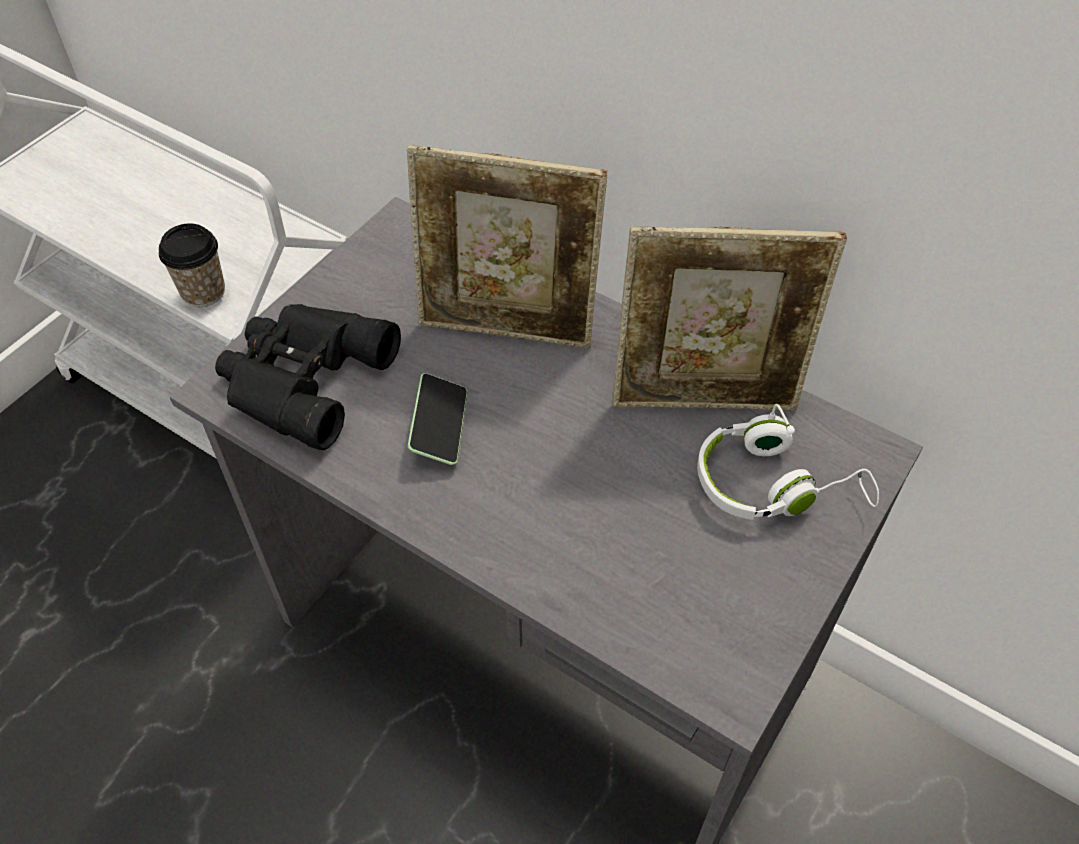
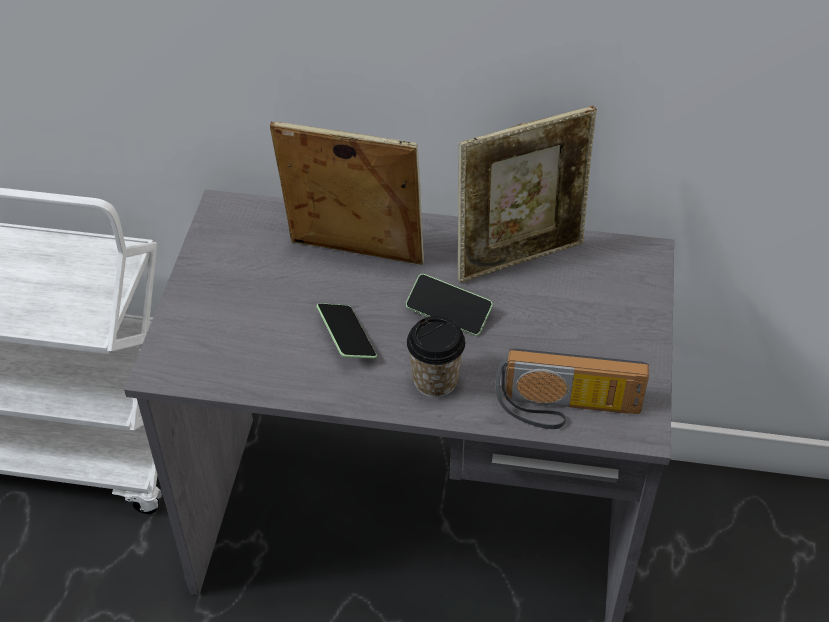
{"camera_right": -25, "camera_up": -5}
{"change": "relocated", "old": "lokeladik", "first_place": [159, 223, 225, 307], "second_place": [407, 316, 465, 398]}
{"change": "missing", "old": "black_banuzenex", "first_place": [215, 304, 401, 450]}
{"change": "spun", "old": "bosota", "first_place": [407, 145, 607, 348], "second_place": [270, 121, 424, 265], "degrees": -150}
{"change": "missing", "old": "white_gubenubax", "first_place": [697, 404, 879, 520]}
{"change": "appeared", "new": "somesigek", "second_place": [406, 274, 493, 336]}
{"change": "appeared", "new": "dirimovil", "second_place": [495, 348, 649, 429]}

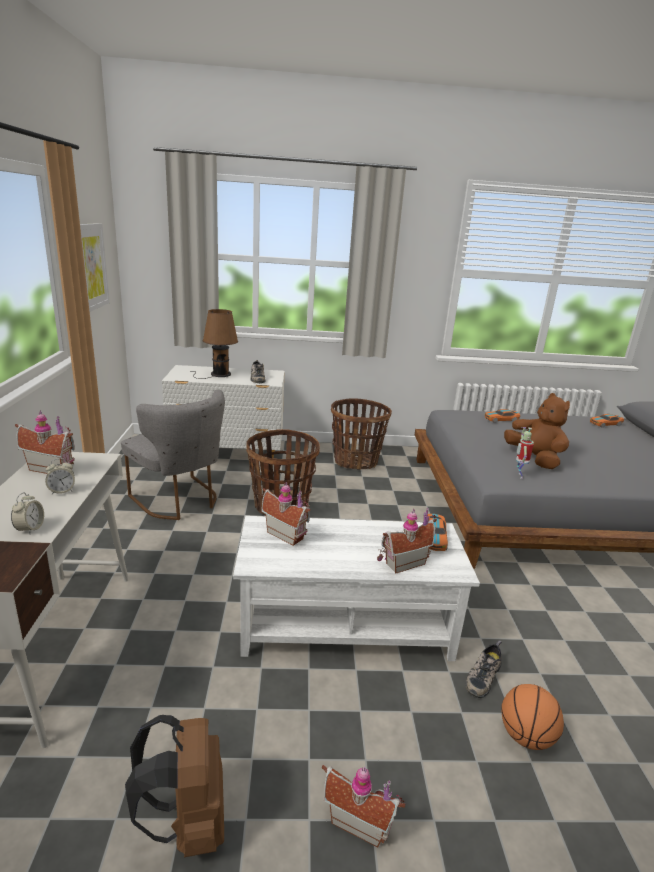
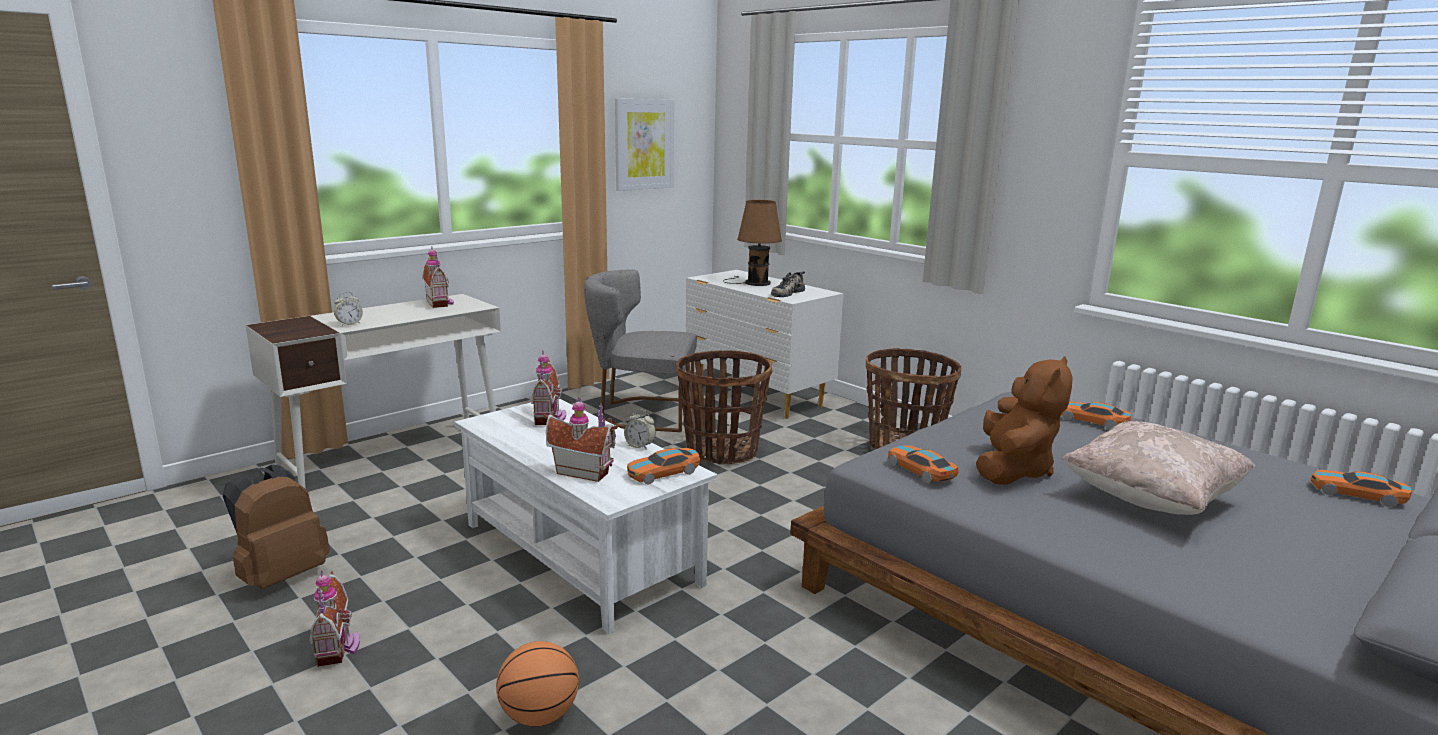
{"camera_right": 50, "camera_up": -5}
{"change": "relocated", "old": "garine", "first_place": [45, 458, 75, 494], "second_place": [624, 409, 656, 450]}
{"change": "spun", "old": "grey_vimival", "first_place": [121, 390, 225, 520], "second_place": [584, 269, 697, 432], "degrees": 90}
{"change": "missing", "old": "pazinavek", "first_place": [465, 640, 502, 698]}
{"change": "exchanged", "old": "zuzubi", "new": "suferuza", "first_place": [516, 427, 534, 479], "second_place": [888, 446, 959, 483]}
{"change": "appeared", "new": "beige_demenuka", "second_place": [1061, 421, 1256, 515]}

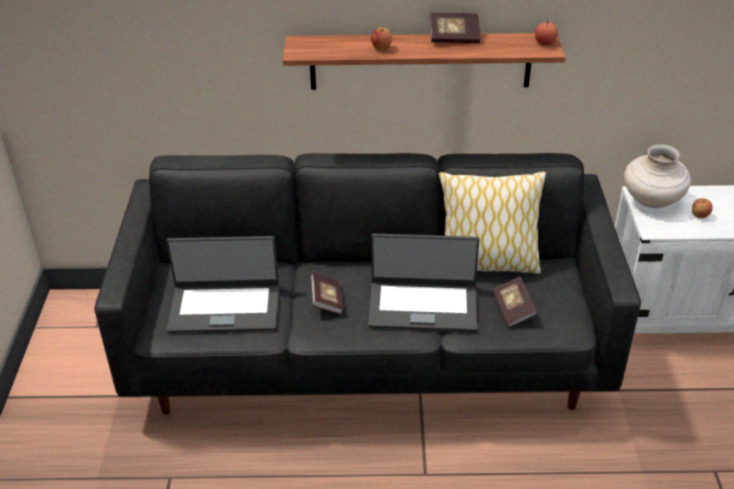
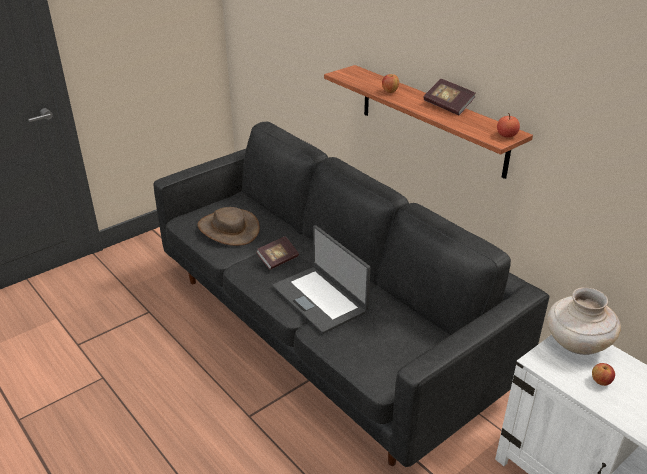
{"camera_right": 50, "camera_up": -5}
{"change": "exchanged", "old": "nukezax", "new": "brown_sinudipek", "first_place": [166, 236, 279, 333], "second_place": [197, 207, 260, 246]}
{"change": "missing", "old": "demenuka", "first_place": [439, 172, 546, 274]}
{"change": "missing", "old": "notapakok", "first_place": [493, 276, 537, 328]}

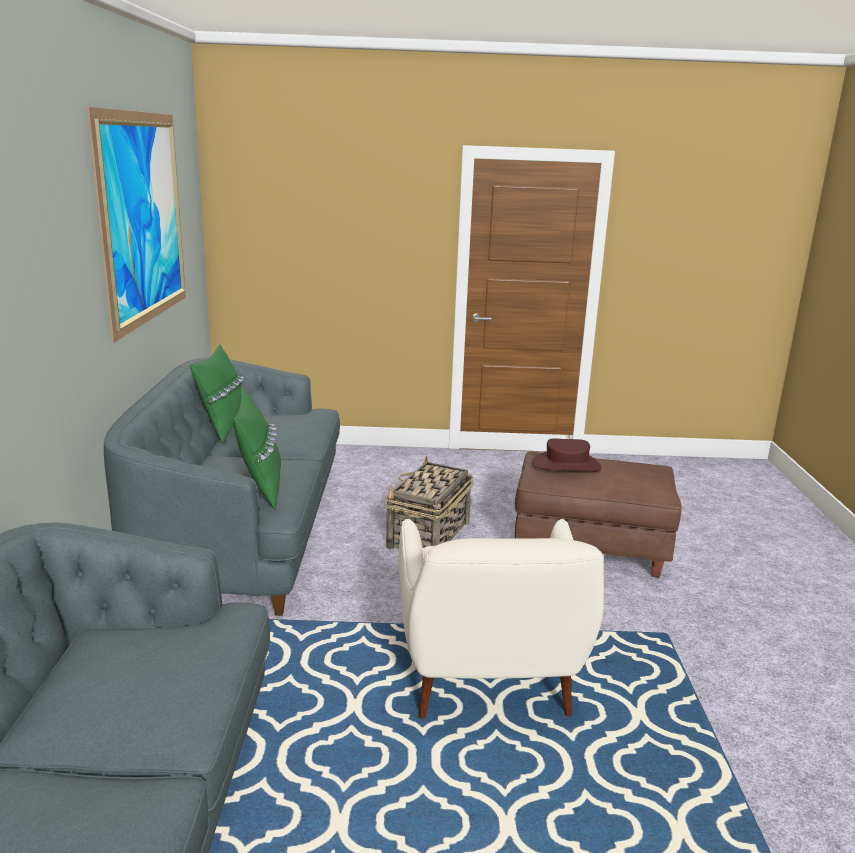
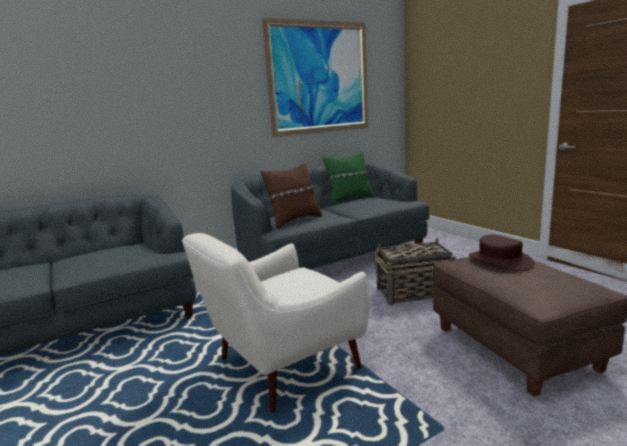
{"camera_right": 60, "camera_up": -5}
{"change": "colour", "old": "green_demenuka", "new": "brown_demenuka", "first_place": [234, 388, 281, 509], "second_place": [261, 163, 322, 229]}

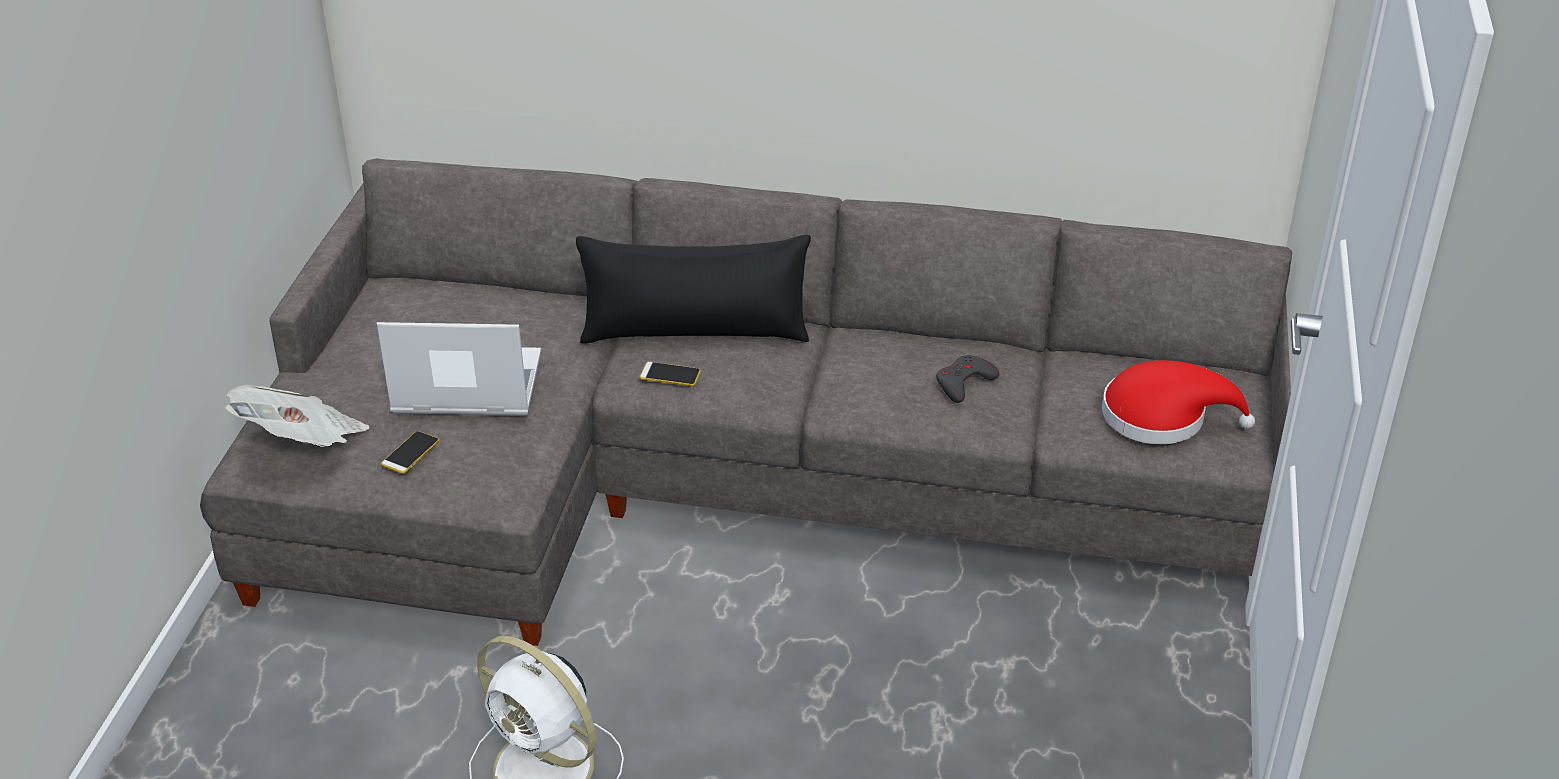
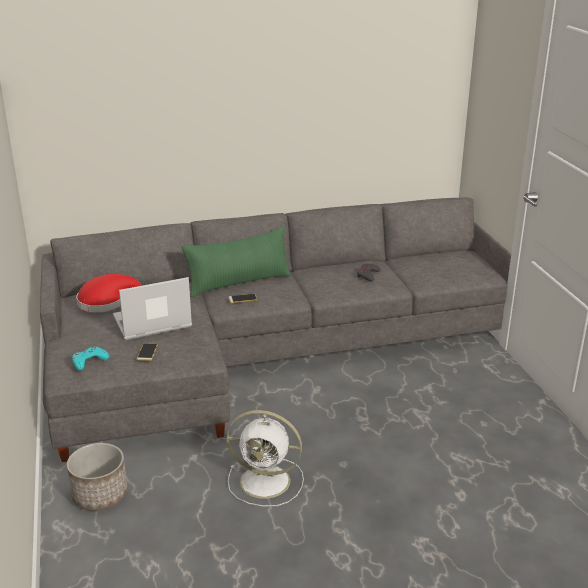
{"camera_right": -25, "camera_up": -10}
{"change": "exchanged", "old": "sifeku", "new": "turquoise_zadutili", "first_place": [224, 384, 369, 447], "second_place": [72, 347, 109, 370]}
{"change": "colour", "old": "black_demenuka", "new": "green_demenuka", "first_place": [576, 235, 811, 344], "second_place": [182, 226, 291, 297]}
{"change": "relocated", "old": "red_sinudipek", "first_place": [1102, 360, 1255, 444], "second_place": [76, 274, 142, 313]}
{"change": "appeared", "new": "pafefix", "second_place": [67, 443, 128, 511]}

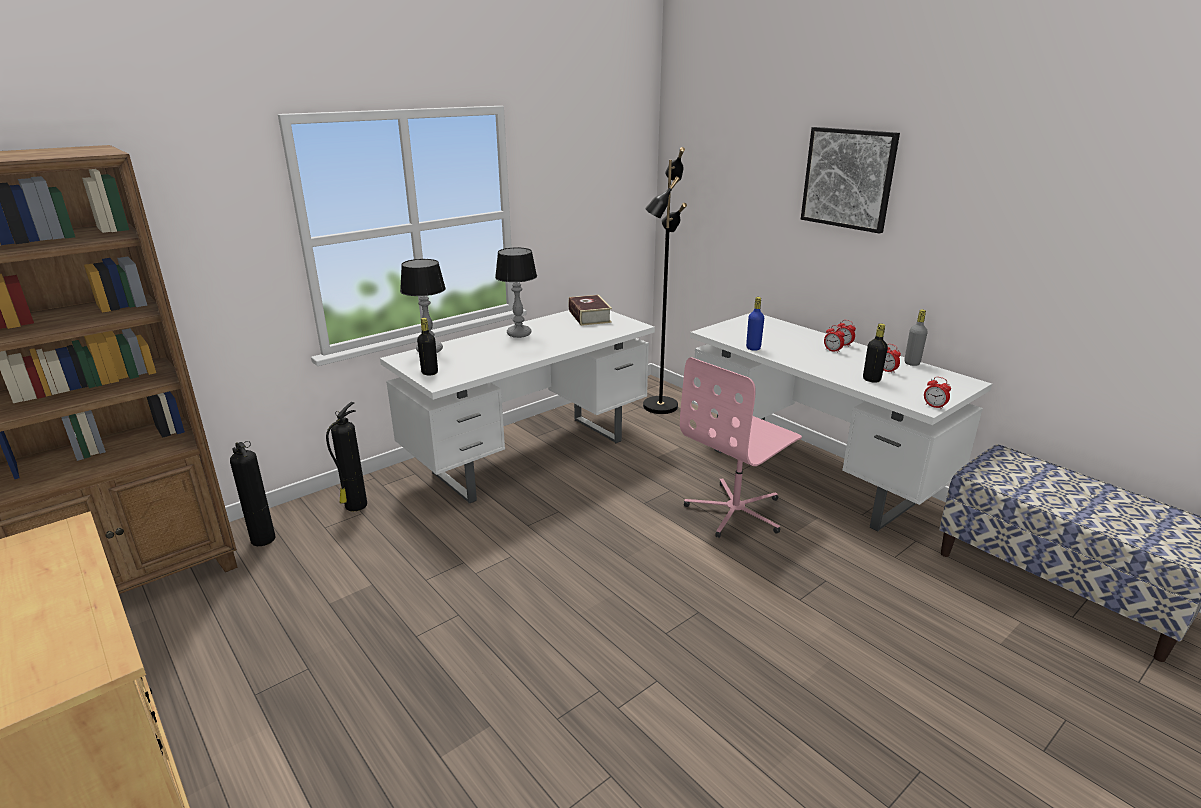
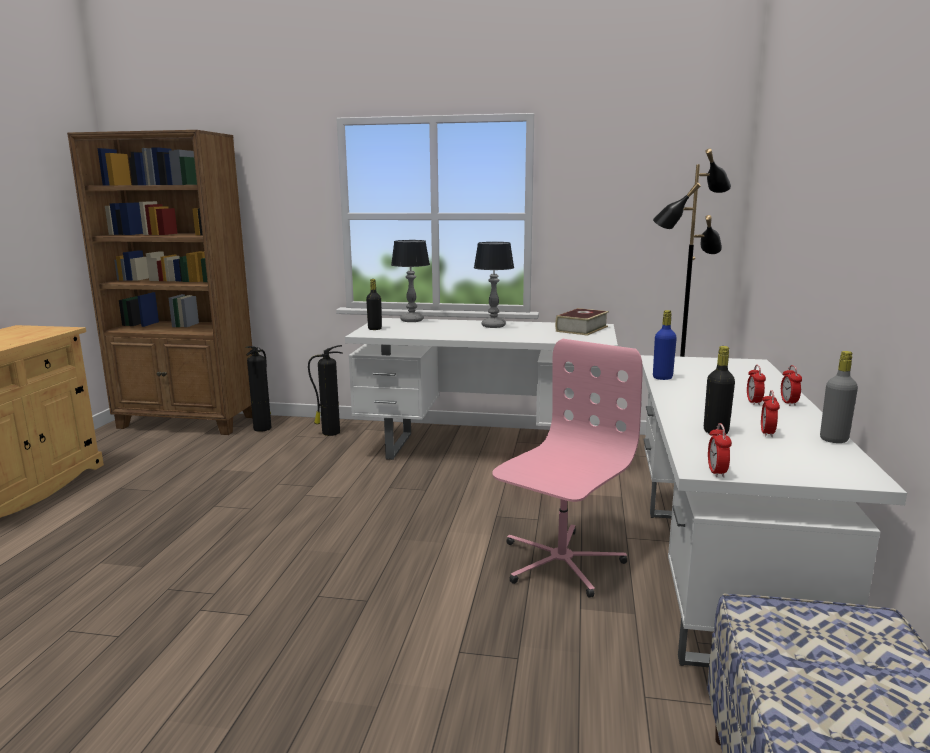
{"camera_right": 50, "camera_up": -10}
{"change": "spun", "old": "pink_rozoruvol", "first_place": [680, 357, 802, 538], "second_place": [492, 339, 643, 598], "degrees": 120}
{"change": "missing", "old": "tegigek", "first_place": [801, 127, 900, 234]}

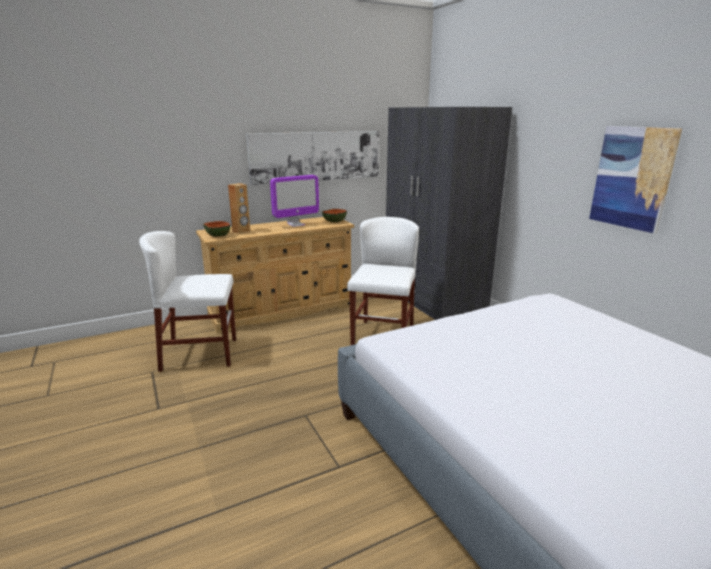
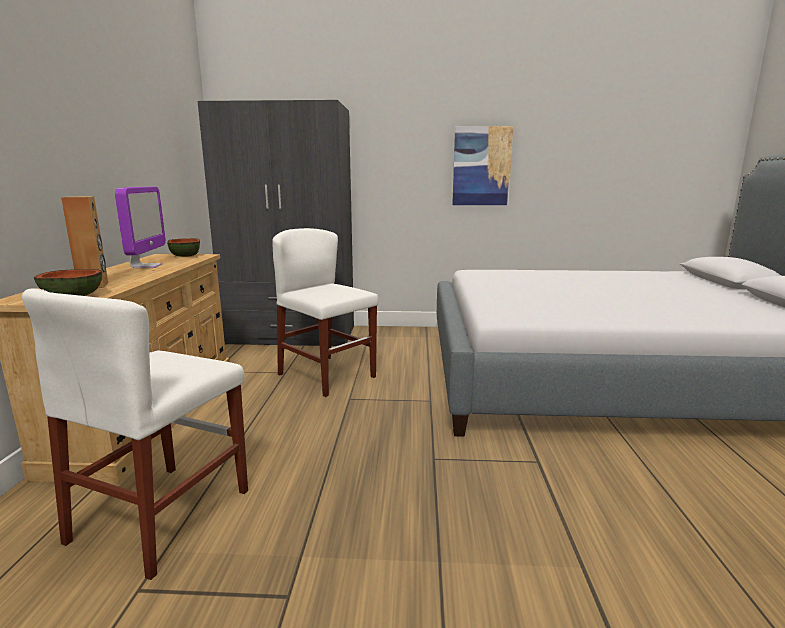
{"camera_right": -60, "camera_up": -5}
{"change": "missing", "old": "tegigek", "first_place": [246, 131, 380, 185]}

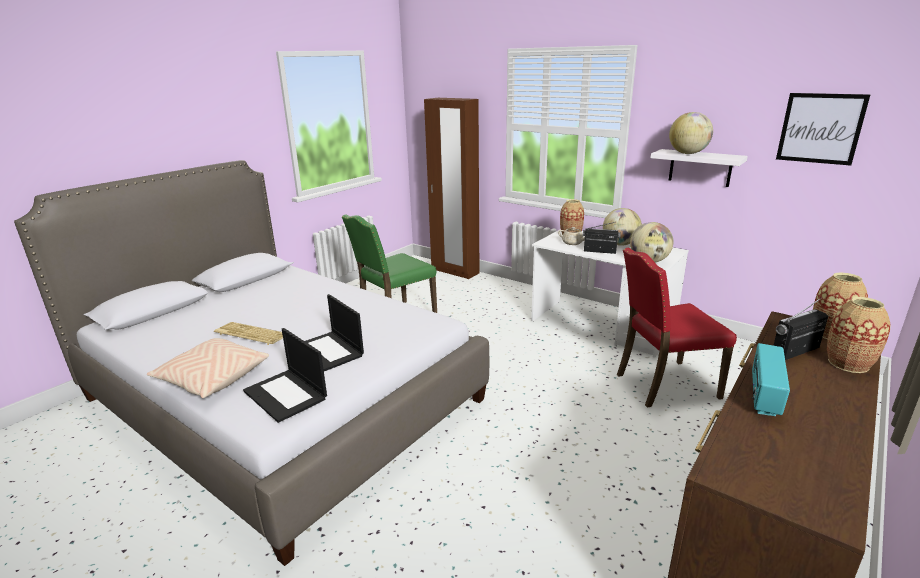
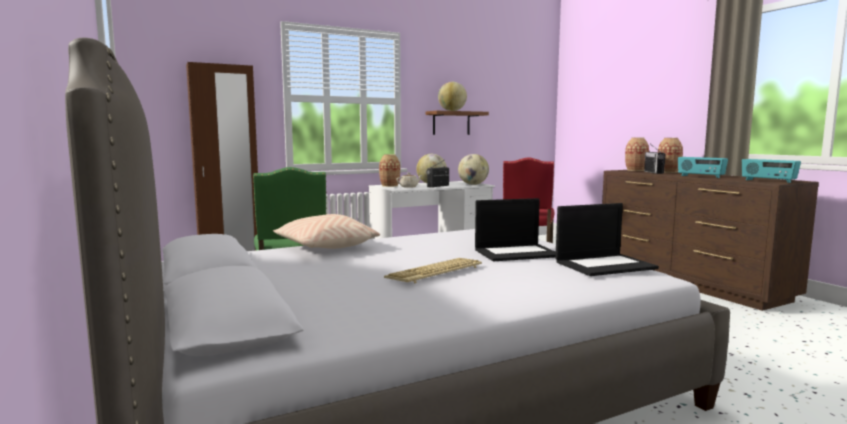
{"camera_right": -65, "camera_up": -15}
{"change": "relocated", "old": "beige_demenuka", "first_place": [147, 338, 269, 398], "second_place": [273, 214, 380, 249]}
{"change": "colour", "old": "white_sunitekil", "new": "brown_sunitekil", "first_place": [651, 149, 748, 187], "second_place": [426, 111, 489, 135]}
{"change": "missing", "old": "tegigek", "first_place": [776, 93, 870, 166]}
{"change": "appeared", "new": "dirimovil", "second_place": [742, 159, 801, 183]}

